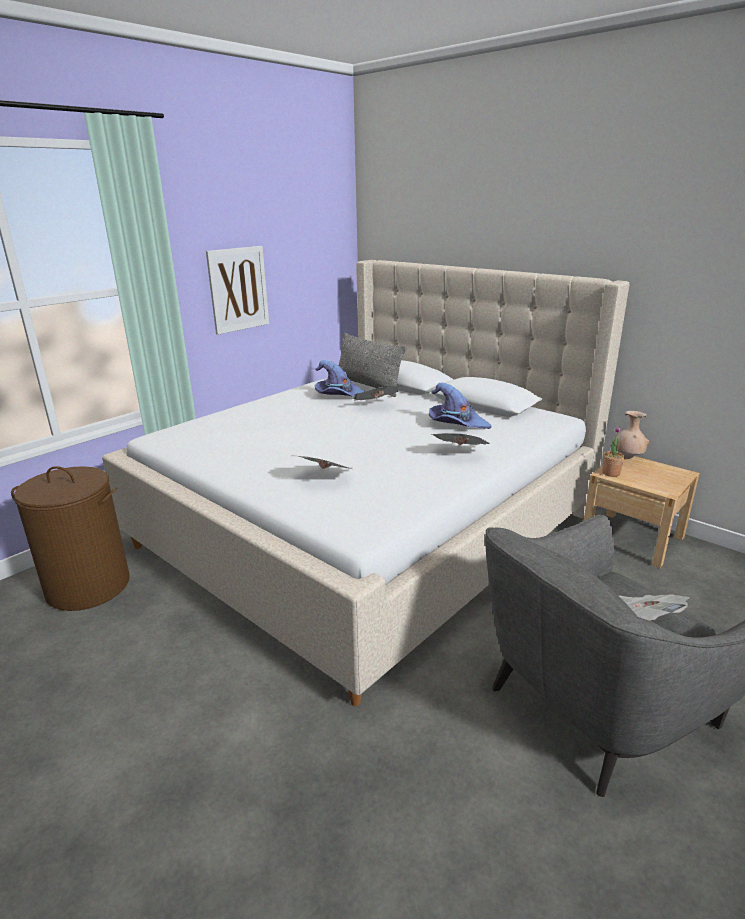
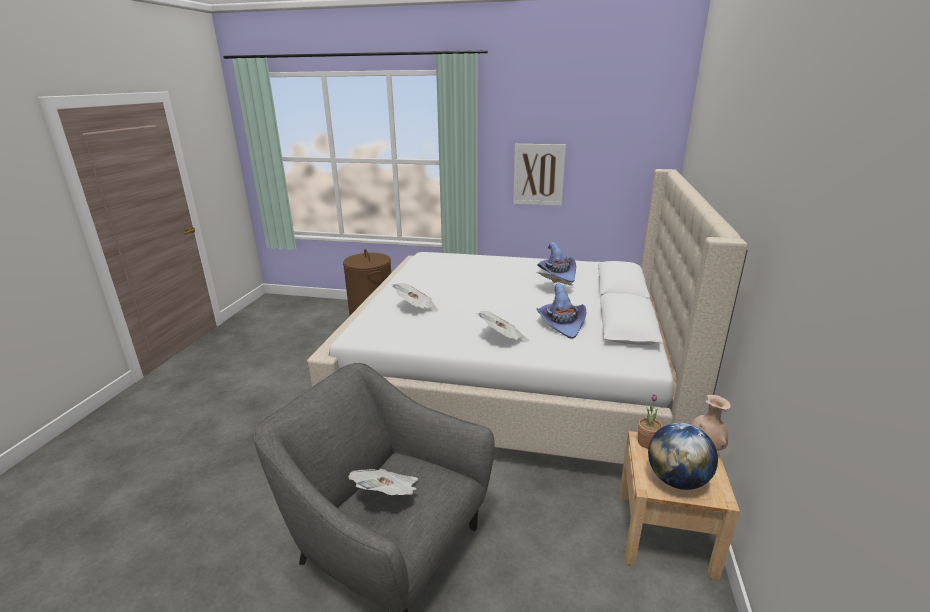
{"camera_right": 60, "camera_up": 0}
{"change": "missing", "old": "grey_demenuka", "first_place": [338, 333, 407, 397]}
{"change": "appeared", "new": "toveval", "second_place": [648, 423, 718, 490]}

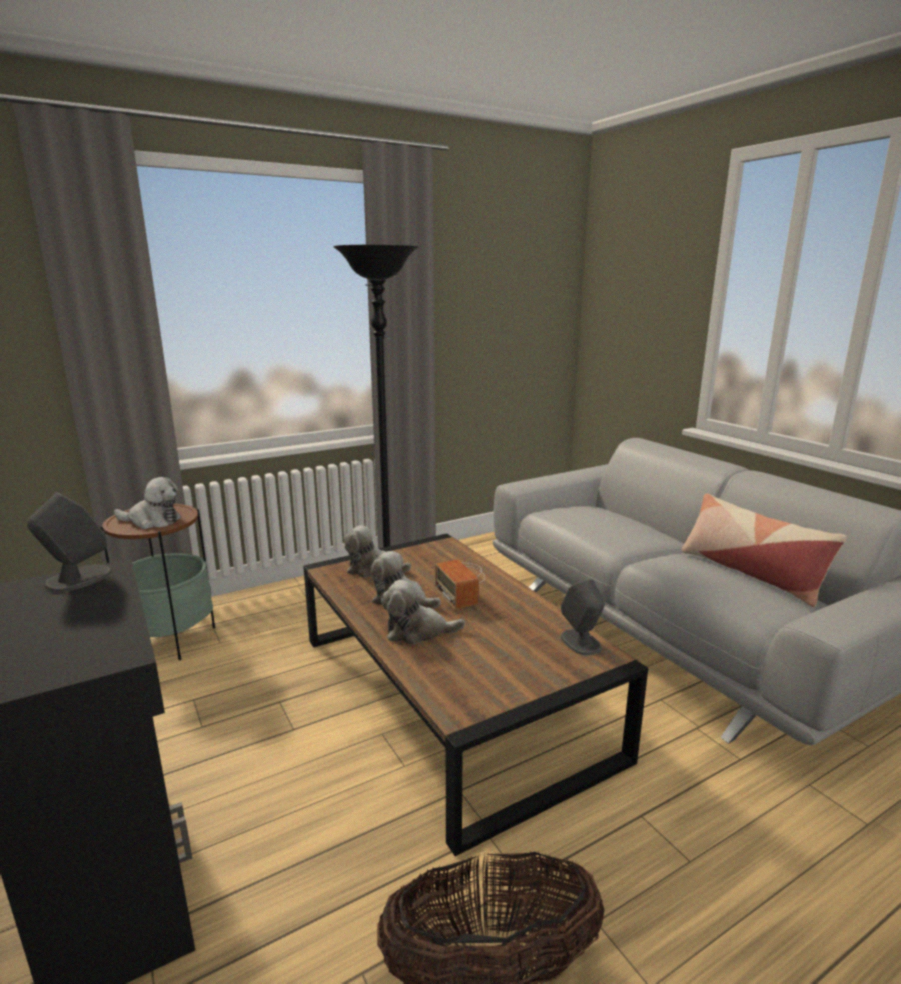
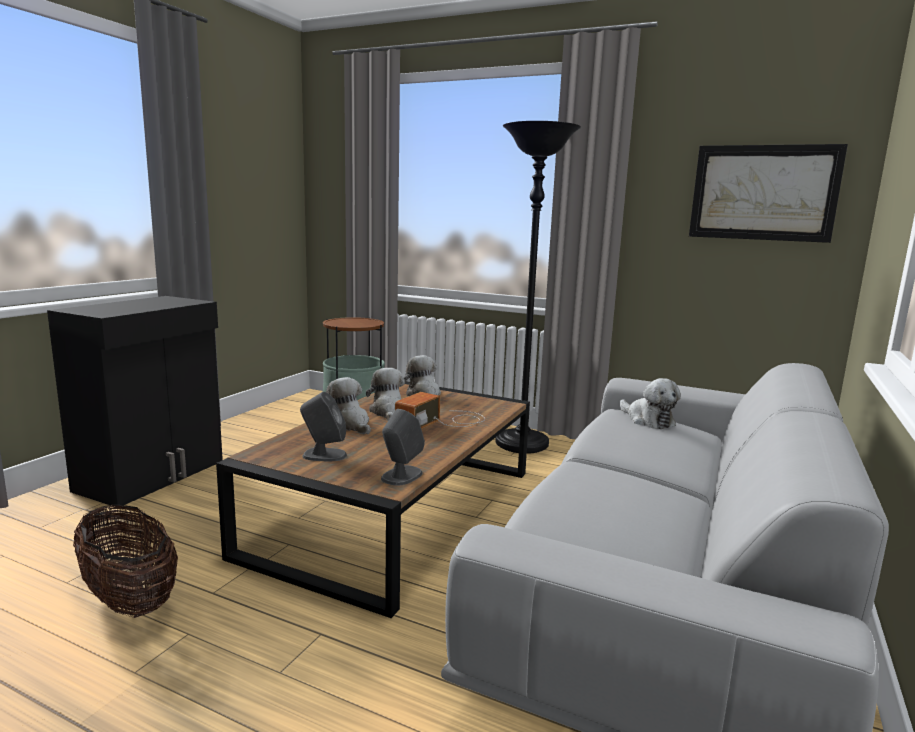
{"camera_right": 55, "camera_up": -5}
{"change": "relocated", "old": "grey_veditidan", "first_place": [27, 492, 113, 593], "second_place": [300, 392, 347, 461]}
{"change": "relocated", "old": "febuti", "first_place": [114, 477, 181, 529], "second_place": [620, 378, 681, 429]}
{"change": "missing", "old": "demenuka", "first_place": [682, 493, 847, 607]}
{"change": "appeared", "new": "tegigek", "second_place": [689, 144, 848, 243]}

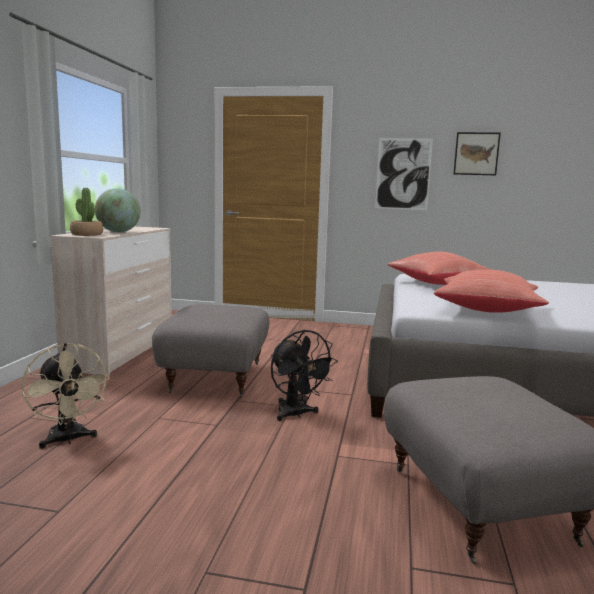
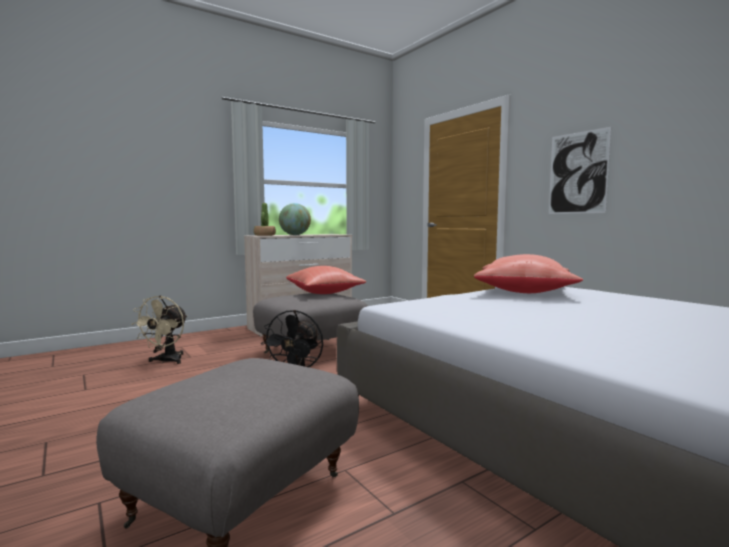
{"camera_right": 45, "camera_up": -5}
{"change": "relocated", "old": "red_demenuka", "first_place": [434, 270, 549, 313], "second_place": [286, 266, 366, 294]}
{"change": "missing", "old": "tegigek", "first_place": [453, 132, 501, 175]}

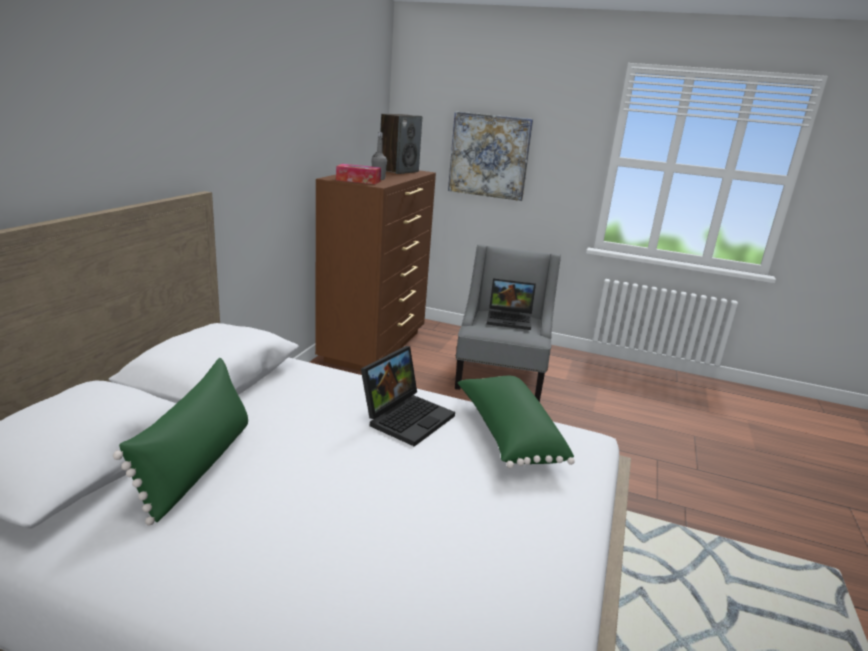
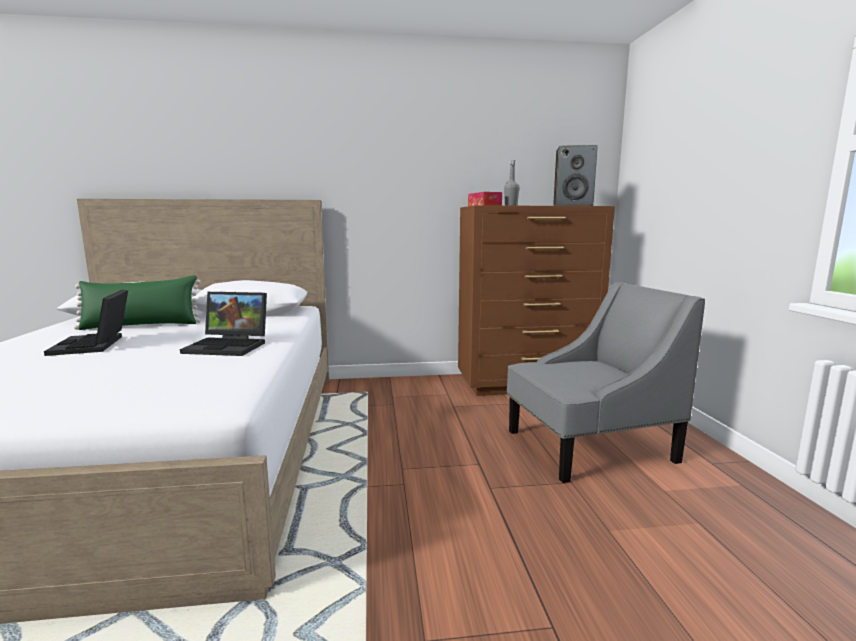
{"camera_right": 65, "camera_up": -10}
{"change": "missing", "old": "tegigek", "first_place": [448, 111, 533, 201]}
{"change": "missing", "old": "green_demenuka", "first_place": [458, 376, 575, 468]}
{"change": "relocated", "old": "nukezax", "first_place": [487, 279, 536, 330], "second_place": [44, 289, 128, 356]}

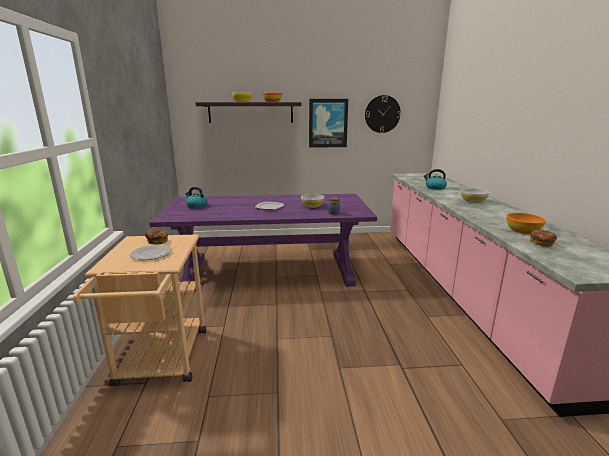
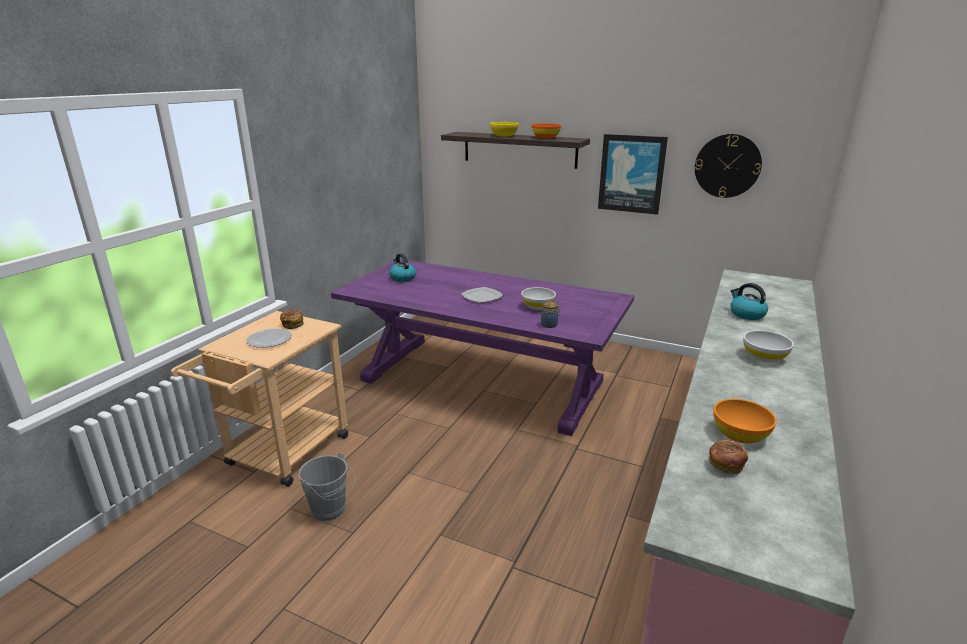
{"camera_right": 30, "camera_up": 5}
{"change": "appeared", "new": "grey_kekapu", "second_place": [298, 452, 356, 522]}

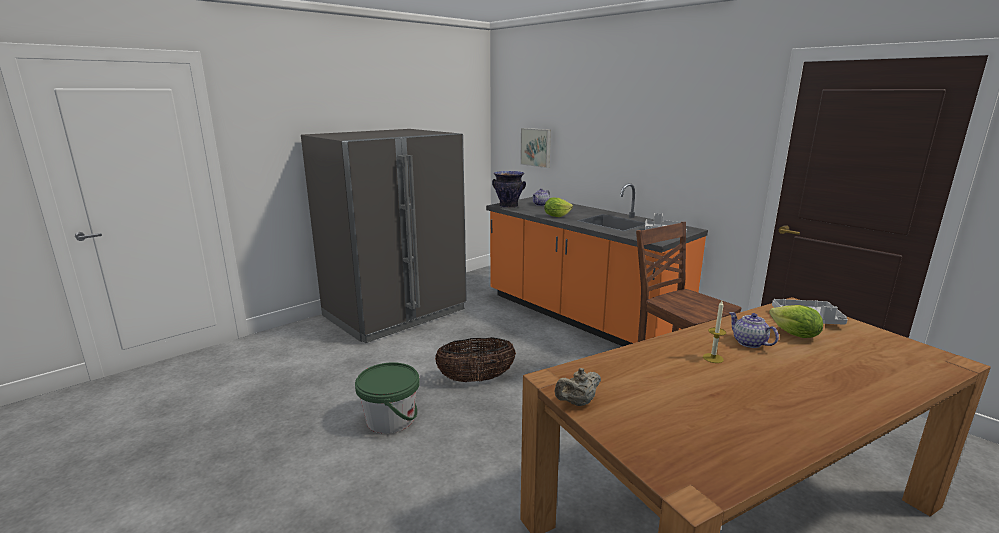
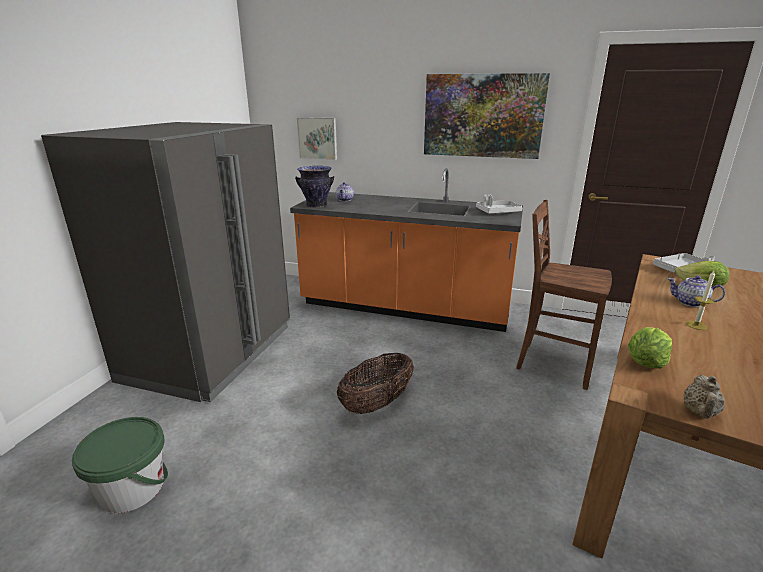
{"camera_right": -30, "camera_up": 5}
{"change": "relocated", "old": "green_kekapu", "first_place": [355, 362, 420, 434], "second_place": [72, 417, 168, 513]}
{"change": "relocated", "old": "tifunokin", "first_place": [544, 197, 573, 217], "second_place": [628, 327, 672, 369]}
{"change": "appeared", "new": "tegigek", "second_place": [424, 73, 550, 159]}

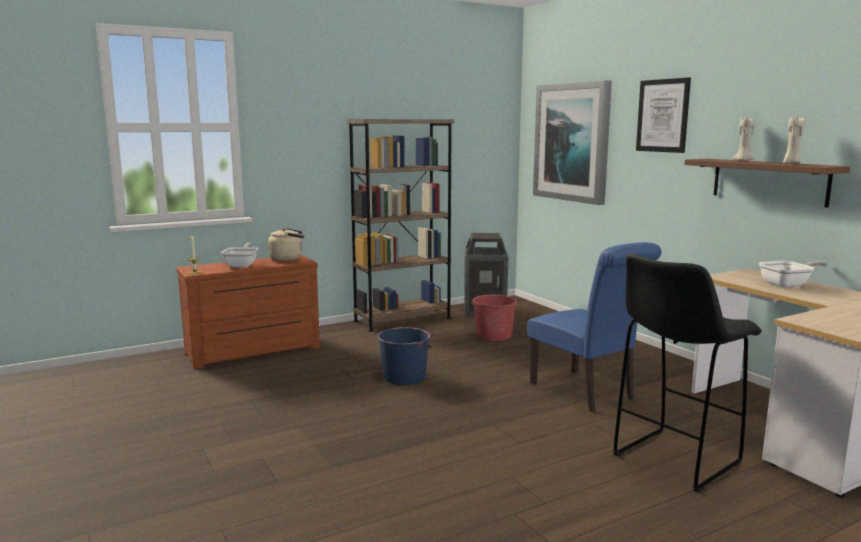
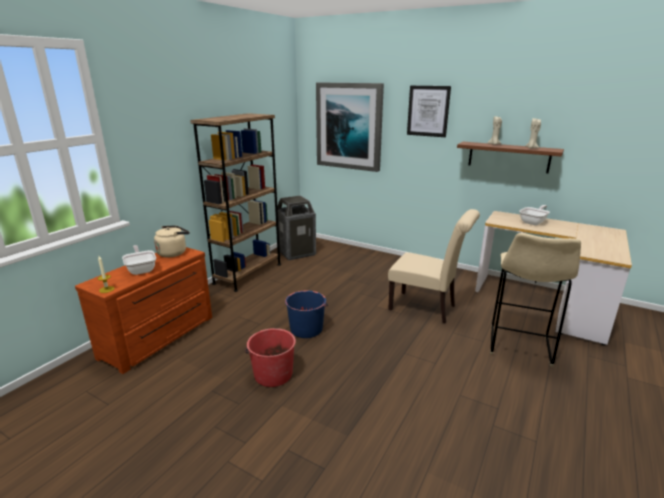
{"camera_right": -30, "camera_up": 10}
{"change": "relocated", "old": "red_kekapu", "first_place": [470, 295, 518, 341], "second_place": [245, 328, 296, 387]}
{"change": "colour", "old": "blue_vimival", "new": "beige_vimival", "first_place": [527, 242, 662, 412], "second_place": [388, 209, 480, 324]}
{"change": "colour", "old": "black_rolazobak", "new": "beige_rolazobak", "first_place": [613, 253, 762, 492], "second_place": [490, 233, 581, 367]}

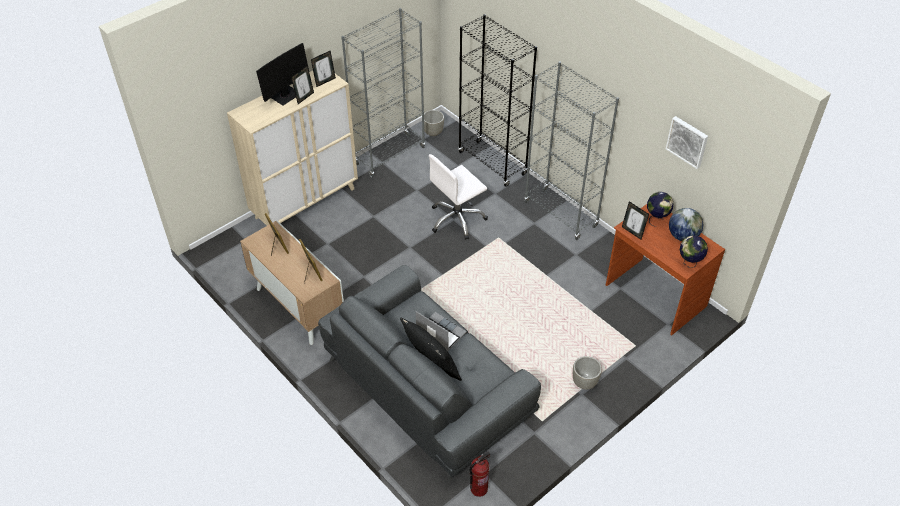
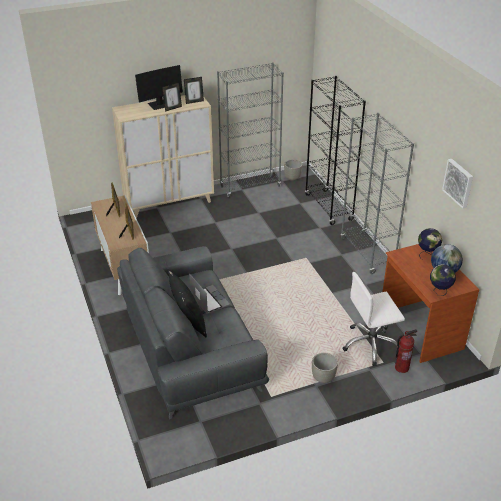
{"camera_right": 20, "camera_up": -10}
{"change": "relocated", "old": "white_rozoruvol", "first_place": [429, 154, 488, 240], "second_place": [342, 272, 405, 366]}
{"change": "relocated", "old": "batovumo", "first_place": [469, 451, 491, 497], "second_place": [395, 329, 417, 373]}
{"change": "missing", "old": "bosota", "first_place": [622, 201, 649, 239]}

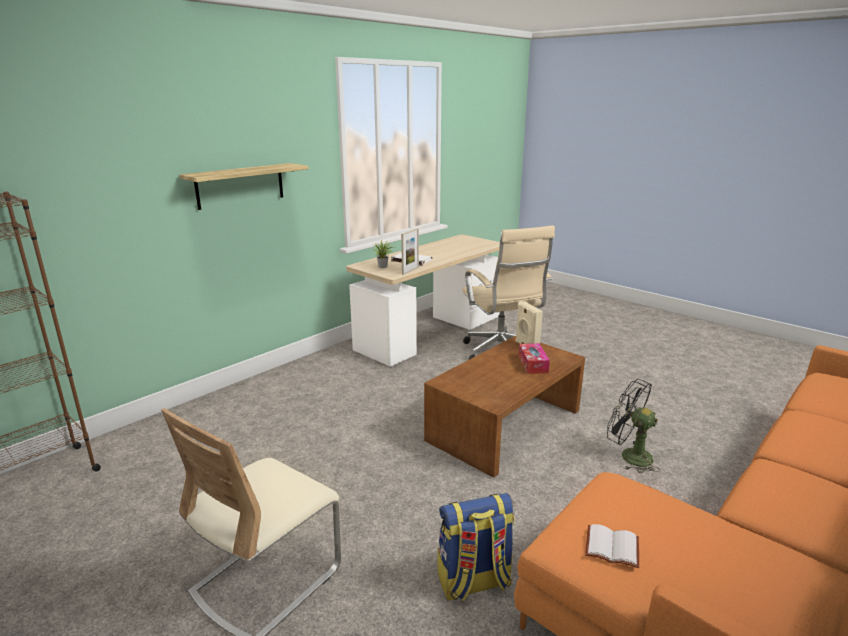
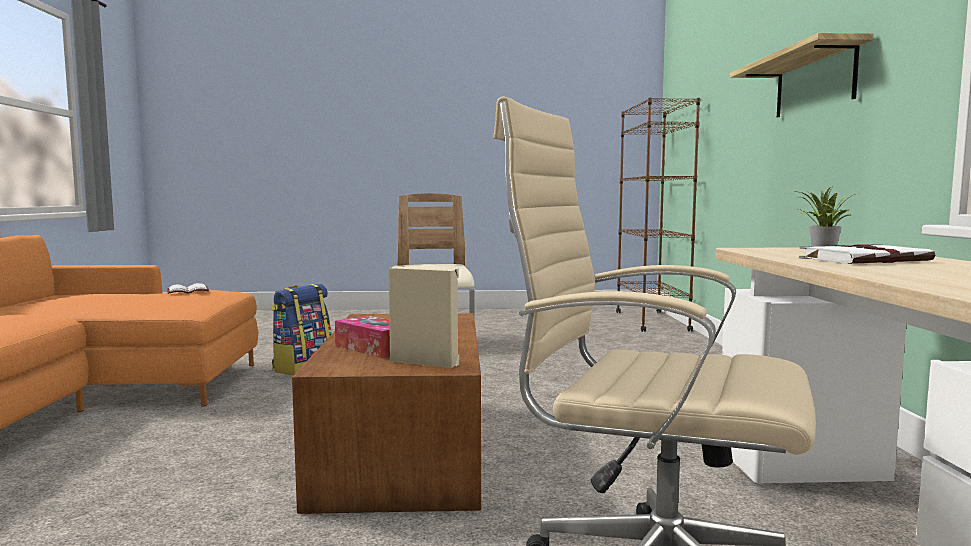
{"camera_right": 135, "camera_up": -15}
{"change": "missing", "old": "bosota", "first_place": [401, 228, 419, 275]}
{"change": "missing", "old": "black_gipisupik", "first_place": [607, 379, 660, 473]}

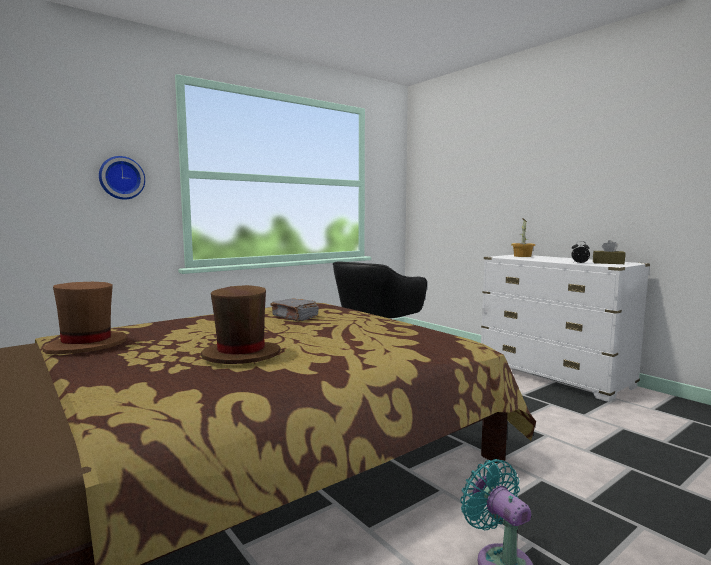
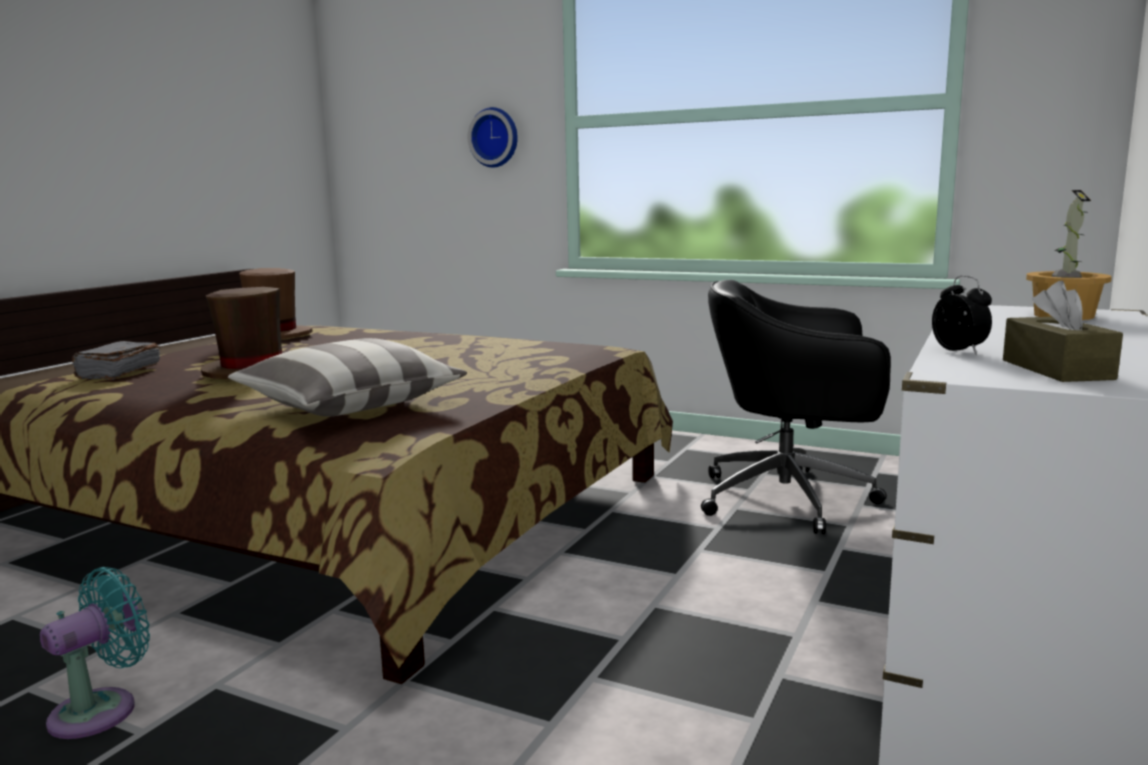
{"camera_right": 65, "camera_up": 5}
{"change": "relocated", "old": "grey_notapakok", "first_place": [270, 298, 319, 322], "second_place": [72, 341, 160, 380]}
{"change": "appeared", "new": "demenuka", "second_place": [228, 338, 467, 416]}

